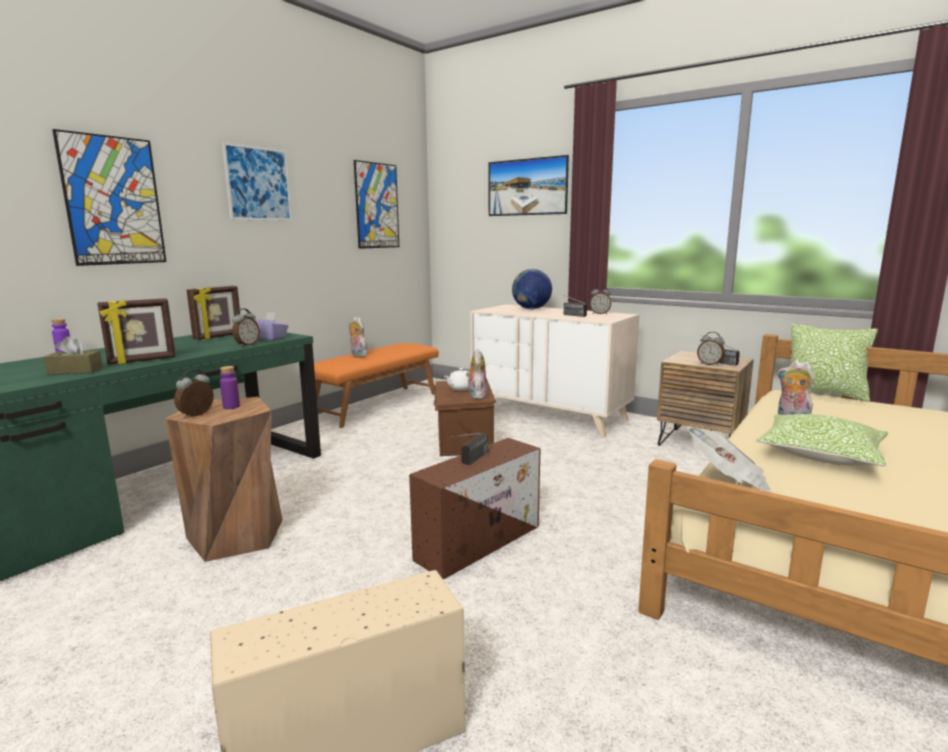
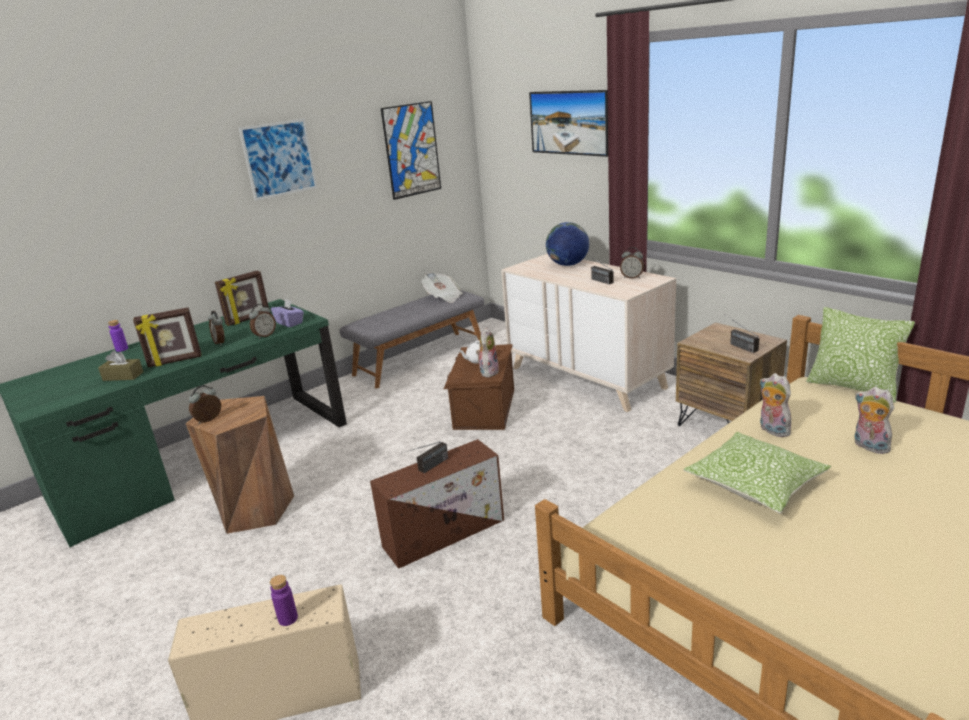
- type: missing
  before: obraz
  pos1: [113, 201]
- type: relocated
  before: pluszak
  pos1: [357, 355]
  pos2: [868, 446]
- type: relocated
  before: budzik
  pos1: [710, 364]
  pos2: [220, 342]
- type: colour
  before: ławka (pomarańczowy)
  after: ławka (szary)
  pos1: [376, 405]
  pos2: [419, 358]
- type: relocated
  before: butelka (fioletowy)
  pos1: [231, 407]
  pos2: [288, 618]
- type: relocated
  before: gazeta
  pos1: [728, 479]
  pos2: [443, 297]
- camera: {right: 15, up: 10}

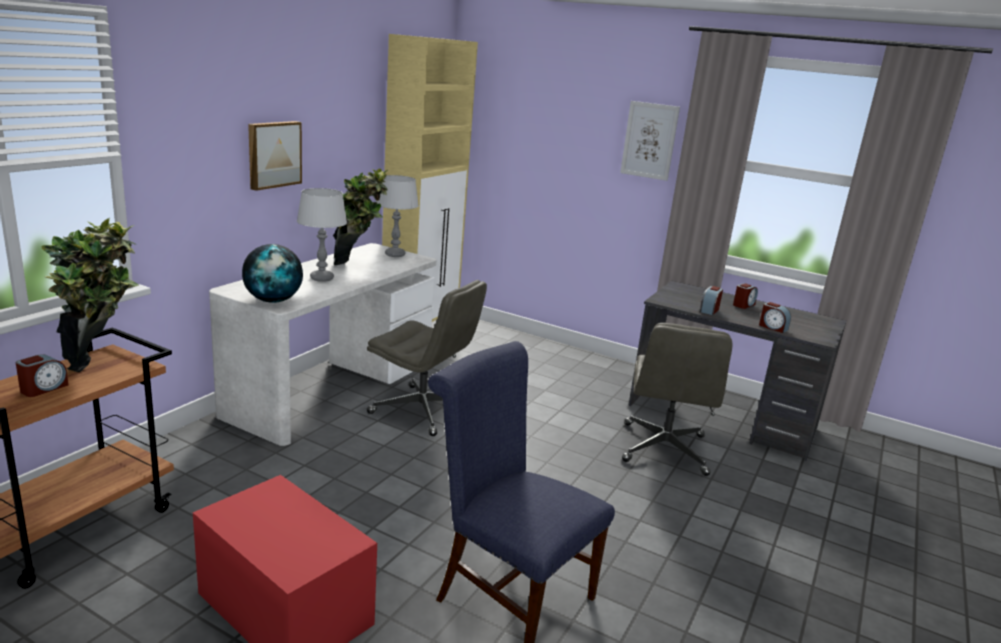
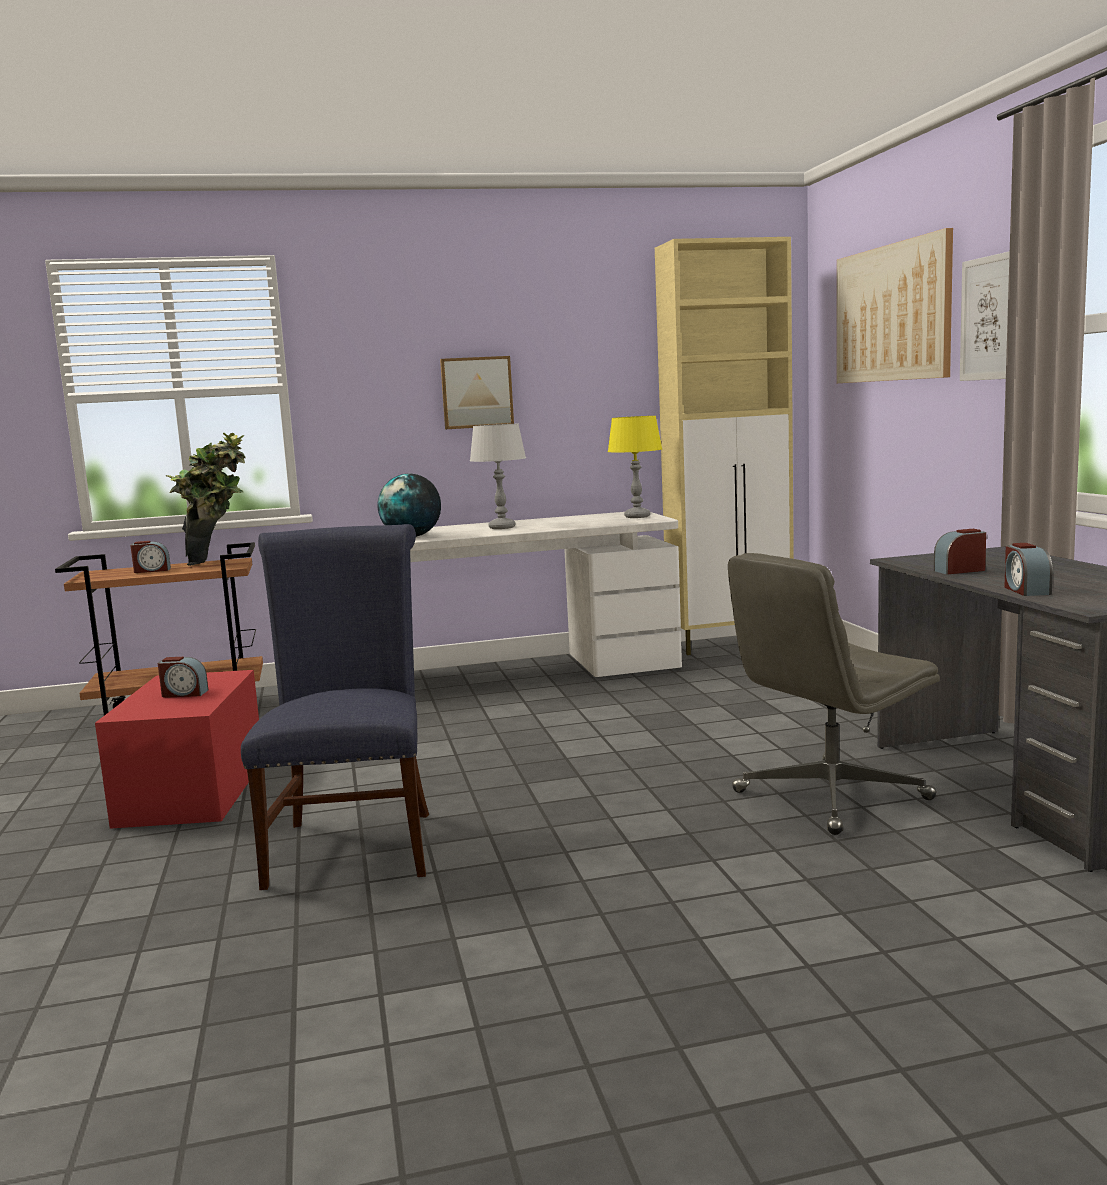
- type: missing
  before: roślina doniczkowa
  pos1: [357, 264]
- type: colour
  before: lampa stołowa (szary)
  after: lampa stołowa (żółty)
  pos1: [394, 254]
  pos2: [637, 516]
- type: missing
  before: krzesło biurowe (szary)
  pos1: [423, 410]
- type: relocated
  before: budzik
  pos1: [743, 305]
  pos2: [184, 694]
- type: appeared
  after: obraz
  pos2: [892, 313]
- camera: {right: 50, up: -10}

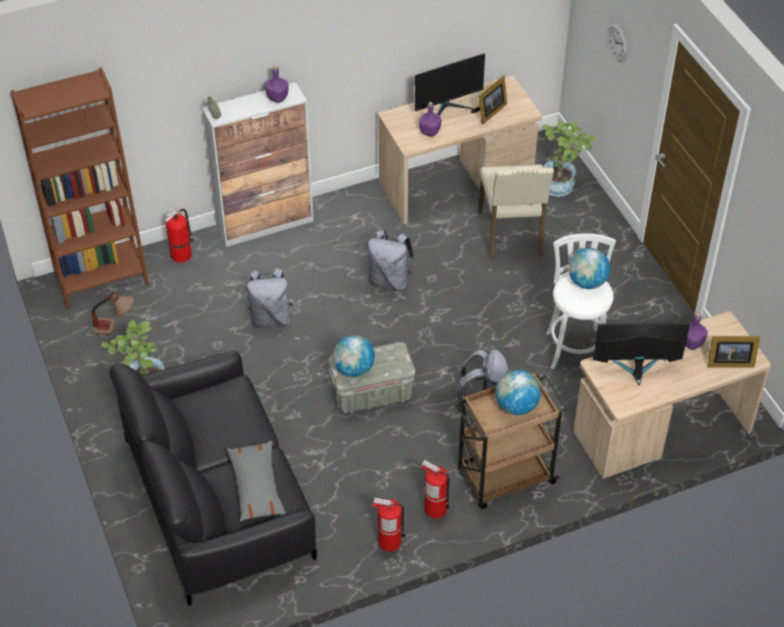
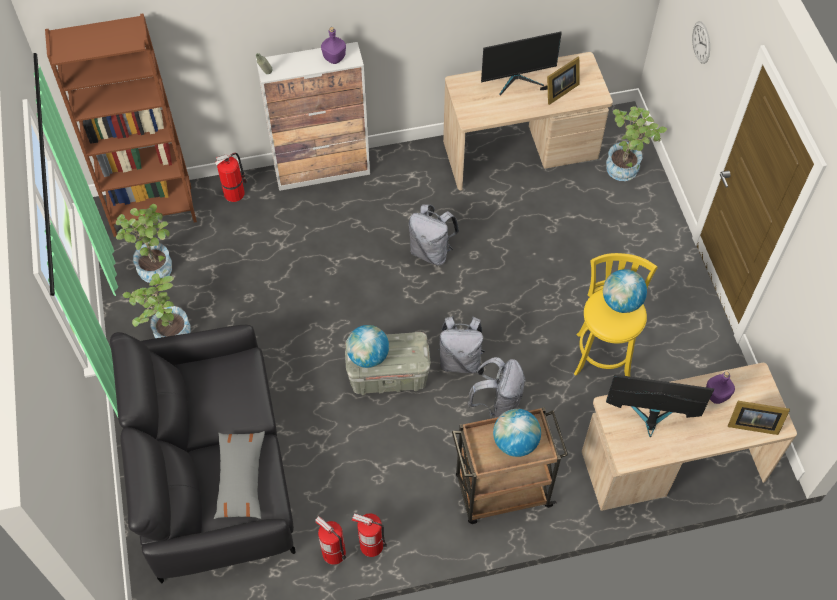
- type: missing
  before: butelka (fioletowy)
  pos1: [429, 132]
- type: missing
  before: krzesło (beżowy)
  pos1: [512, 235]
- type: colour
  before: stołek (biały)
  after: stołek (żółty)
  pos1: [575, 346]
  pos2: [603, 353]
- type: relocated
  before: plecak (szary)
  pos1: [270, 318]
  pos2: [460, 360]
- type: exchanged
  before: lampa stołowa
  after: roślina doniczkowa
  pos1: [116, 328]
  pos2: [155, 264]
- type: relocated
  before: gaśnica
  pos1: [435, 509]
  pos2: [333, 553]
- camera: {right: 10, up: 10}

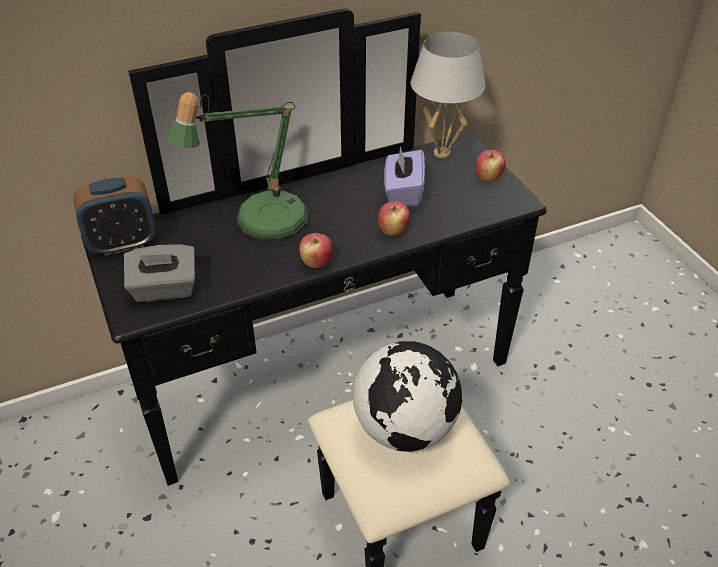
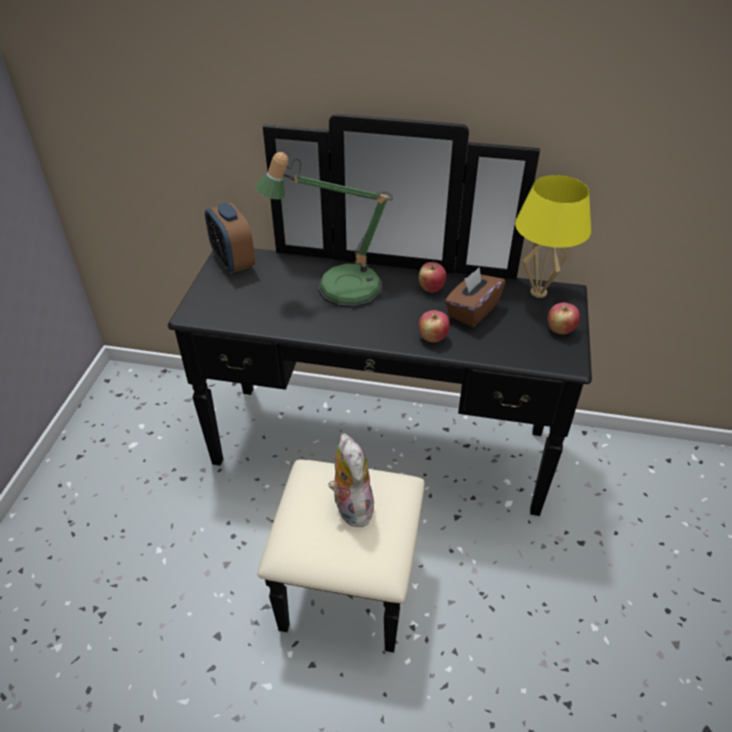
- type: colour
  before: lampa stołowa (biały)
  after: lampa stołowa (żółty)
  pos1: [441, 153]
  pos2: [538, 292]
- type: colour
  before: pudełko chusteczek (fioletowy)
  after: pudełko chusteczek (brązowy)
  pos1: [403, 192]
  pos2: [472, 311]
- type: spun
  before: budzik
  pos1: [122, 243]
  pos2: [233, 262]
  turn: 45
- type: relocated
  before: jabłko
  pos1: [316, 263]
  pos2: [431, 288]
- type: missing
  before: pudełko chusteczek (szary)
  pos1: [164, 289]
- type: exchanged
  before: globus
  after: pluszak
  pos1: [405, 428]
  pos2: [350, 506]
- camera: {right: 35, up: 0}

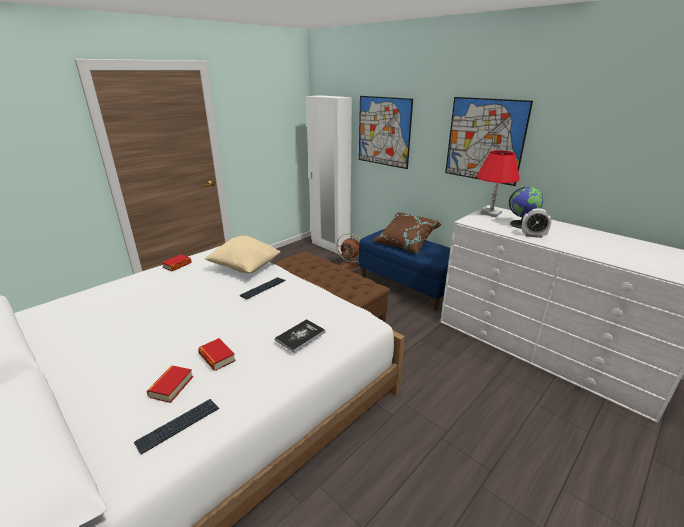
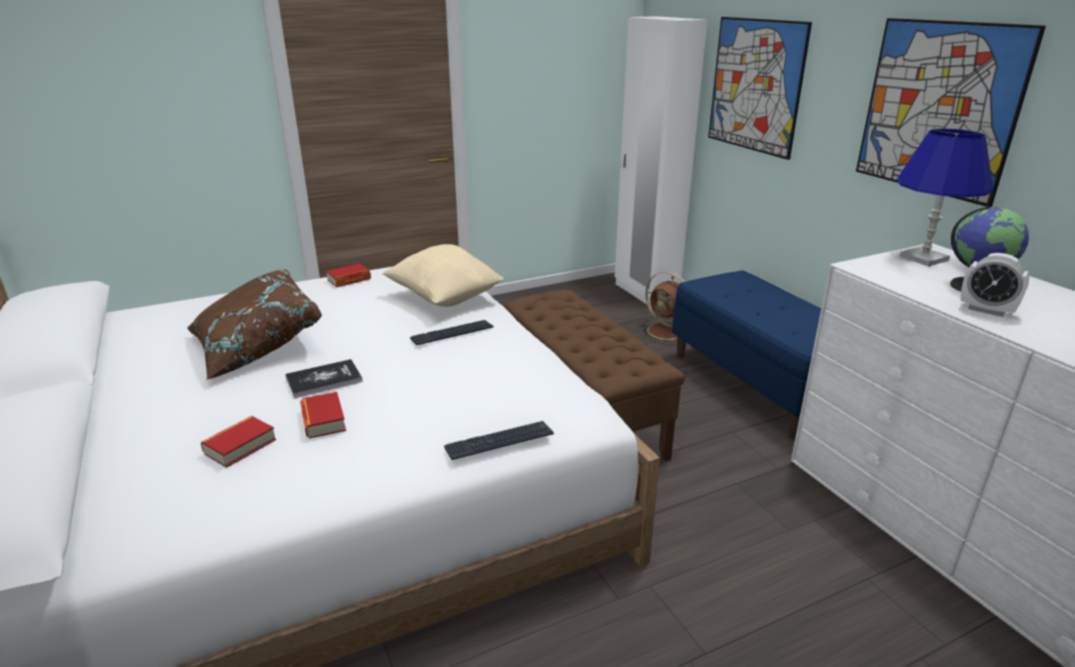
- type: colour
  before: lampa stołowa (czerwony)
  after: lampa stołowa (niebieski)
  pos1: [491, 213]
  pos2: [923, 258]
- type: relocated
  before: poduszka (brązowy)
  pos1: [405, 243]
  pos2: [256, 347]
- type: relocated
  before: książka
  pos1: [300, 336]
  pos2: [324, 380]
- type: relocated
  before: klawiatura
  pos1: [178, 426]
  pos2: [499, 442]
- camera: {right: 20, up: 0}

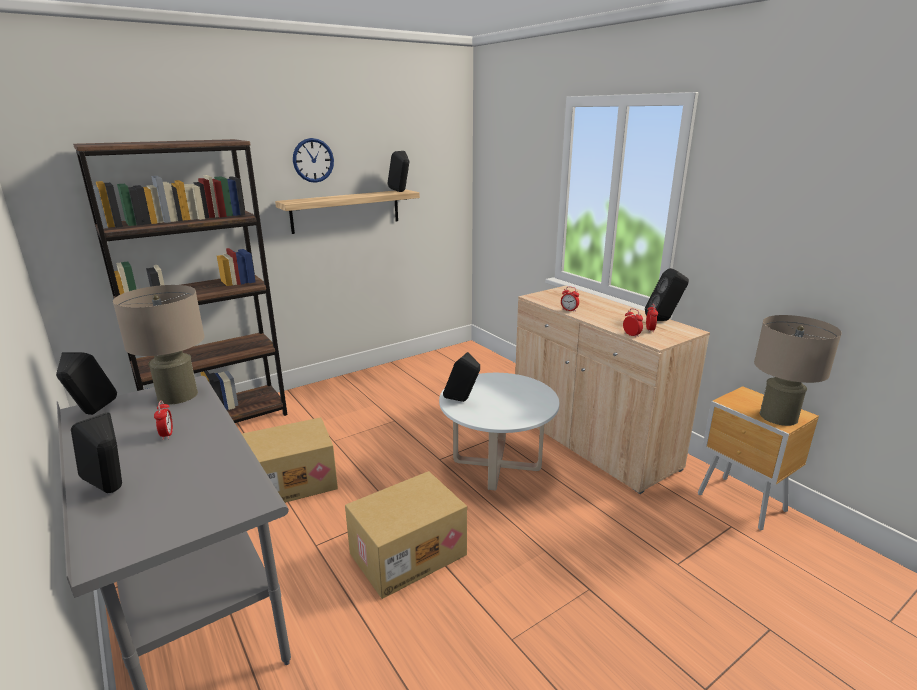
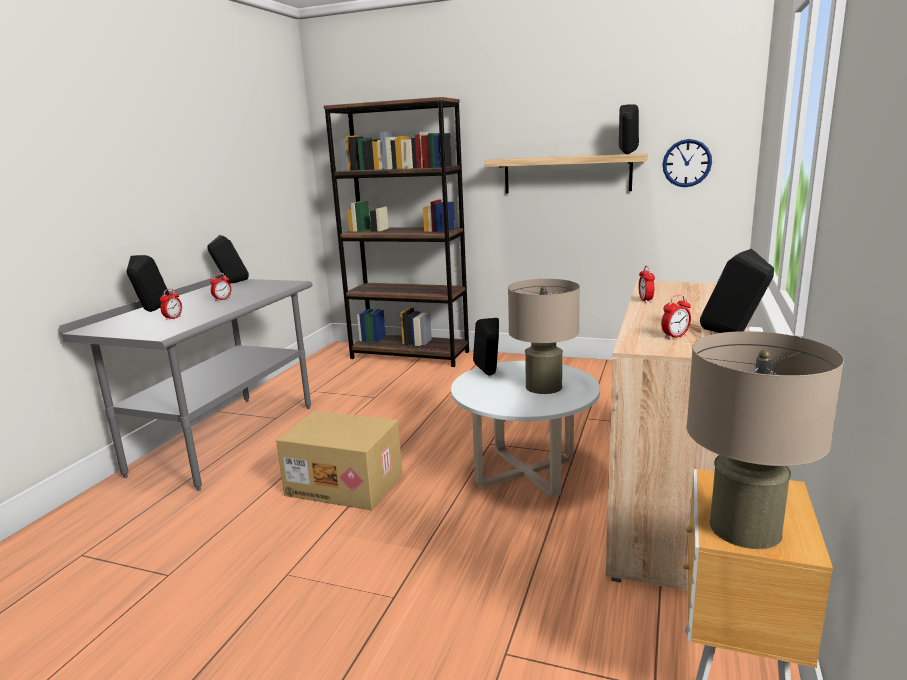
- type: relocated
  before: zegar ścienny
  pos1: [313, 160]
  pos2: [686, 163]
- type: relocated
  before: lampa stołowa (beżowy)
  pos1: [177, 395]
  pos2: [543, 387]
- type: relocated
  before: budzik
  pos1: [631, 335]
  pos2: [173, 318]
- type: missing
  before: karton
  pos1: [292, 482]
- camera: {right: 55, up: -5}

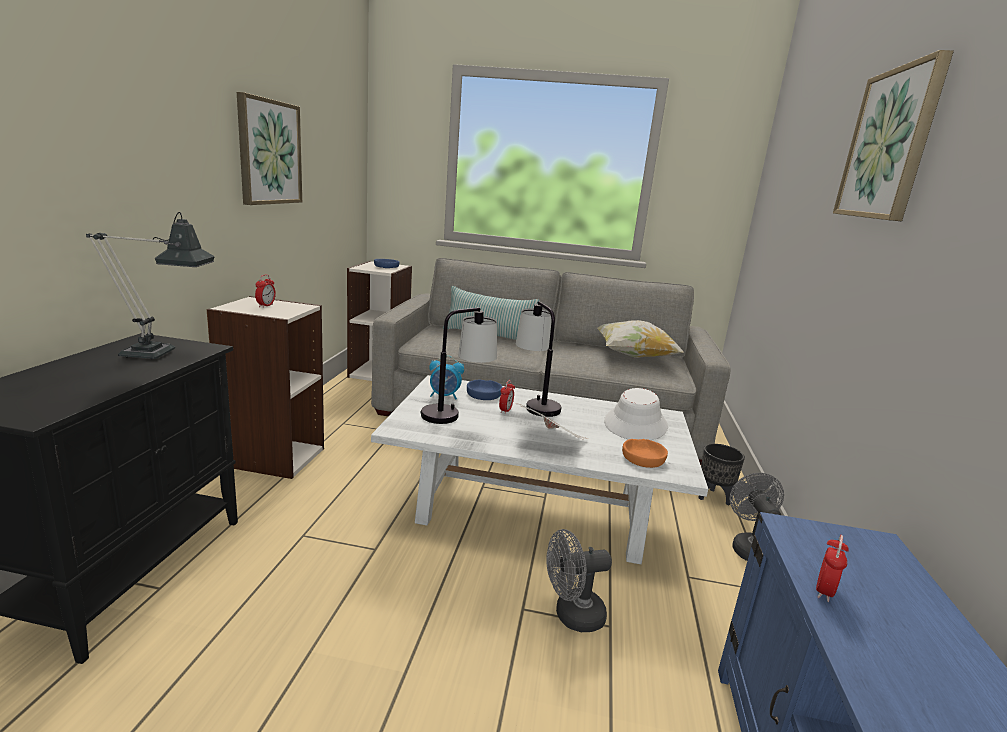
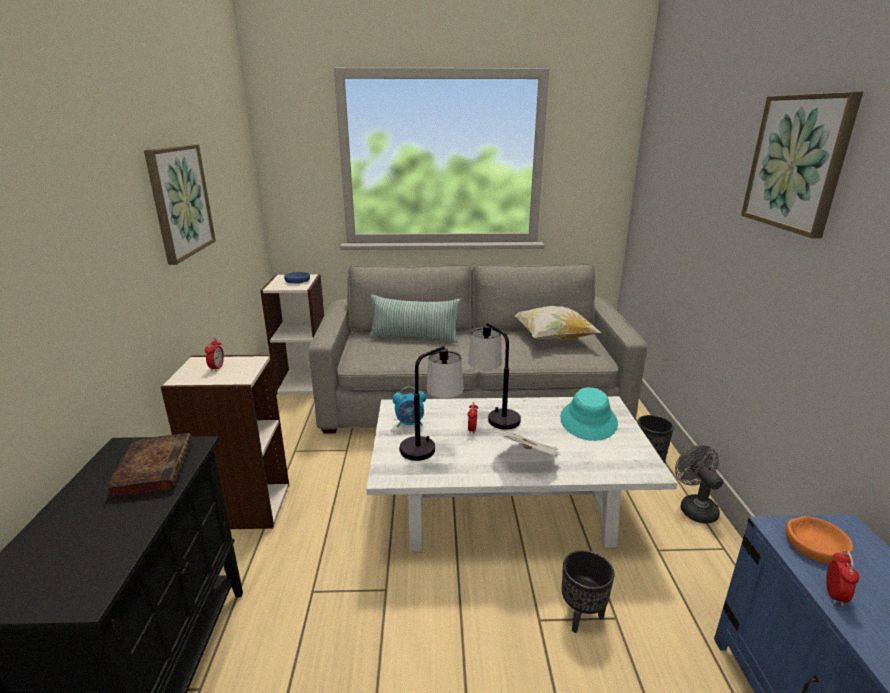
- type: exchanged
  before: lampa stołowa
  after: książka
  pos1: [159, 355]
  pos2: [153, 468]
- type: missing
  before: miska (niebieski)
  pos1: [484, 394]
- type: colour
  before: kapelusz (biały)
  after: kapelusz (turkusowy)
  pos1: [636, 424]
  pos2: [588, 421]
- type: relocated
  before: miska (pomarańczowy)
  pos1: [643, 458]
  pos2: [815, 546]
- type: exchanged
  before: wentylator (szary)
  after: donica (czarny)
  pos1: [572, 616]
  pos2: [582, 616]
- camera: {right: -10, up: 5}

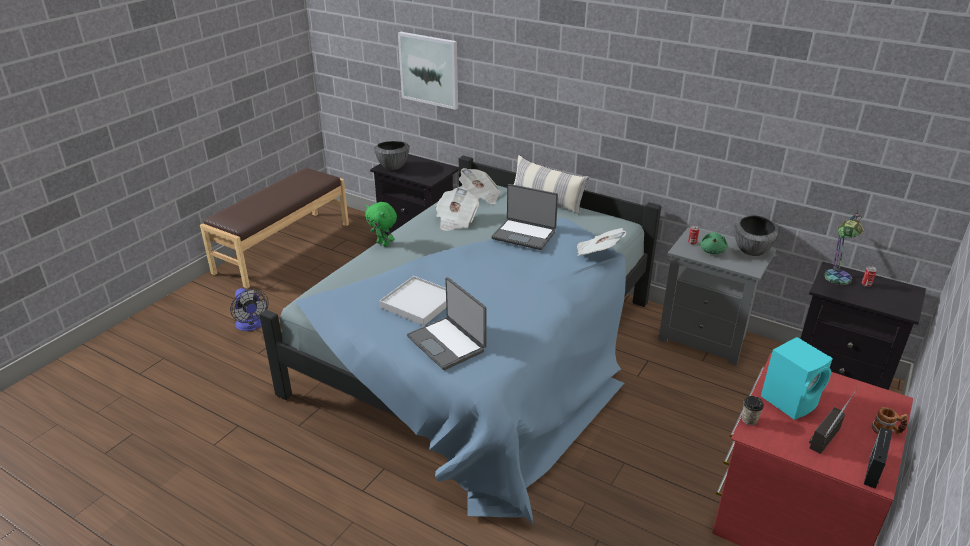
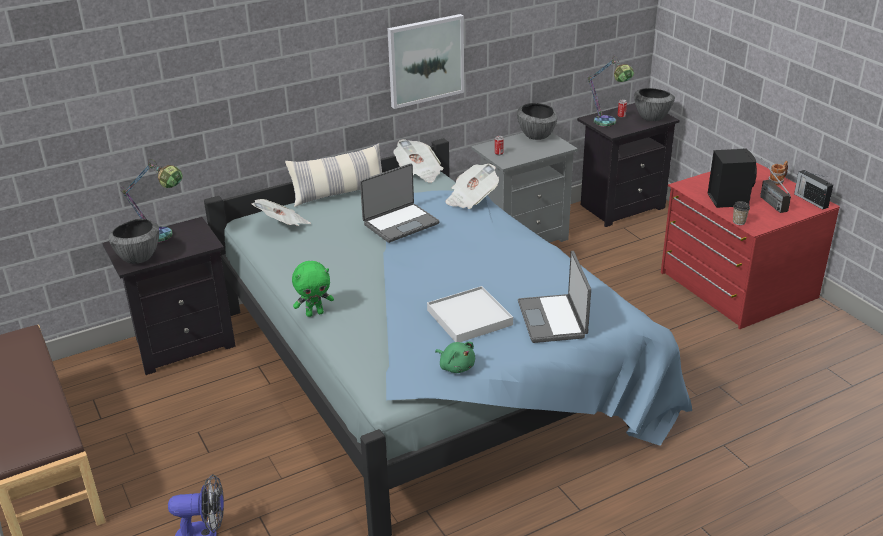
- type: relocated
  before: obraz
  pos1: [429, 70]
  pos2: [425, 60]
- type: relocated
  before: gazeta
  pos1: [455, 220]
  pos2: [419, 172]
- type: relocated
  before: pluszak (zielony)
  pos1: [712, 251]
  pos2: [456, 366]
- type: spun
  before: laptop
  pos1: [447, 343]
  pos2: [553, 319]
  turn: 90
- type: colour
  before: głośnik (turkusowy)
  after: głośnik (czarny)
  pos1: [790, 401]
  pos2: [728, 199]
- type: appeared
  after: miska
  pos2: [652, 118]
- type: appeared
  after: lampa stołowa
  pos2: [165, 238]
- camera: {right: -60, up: 0}

